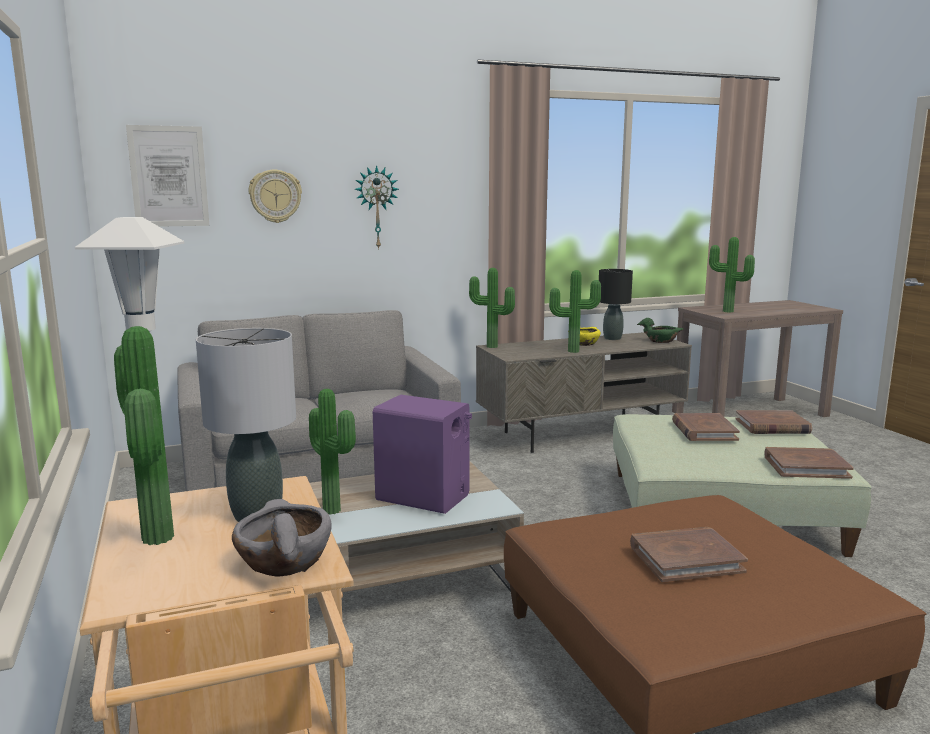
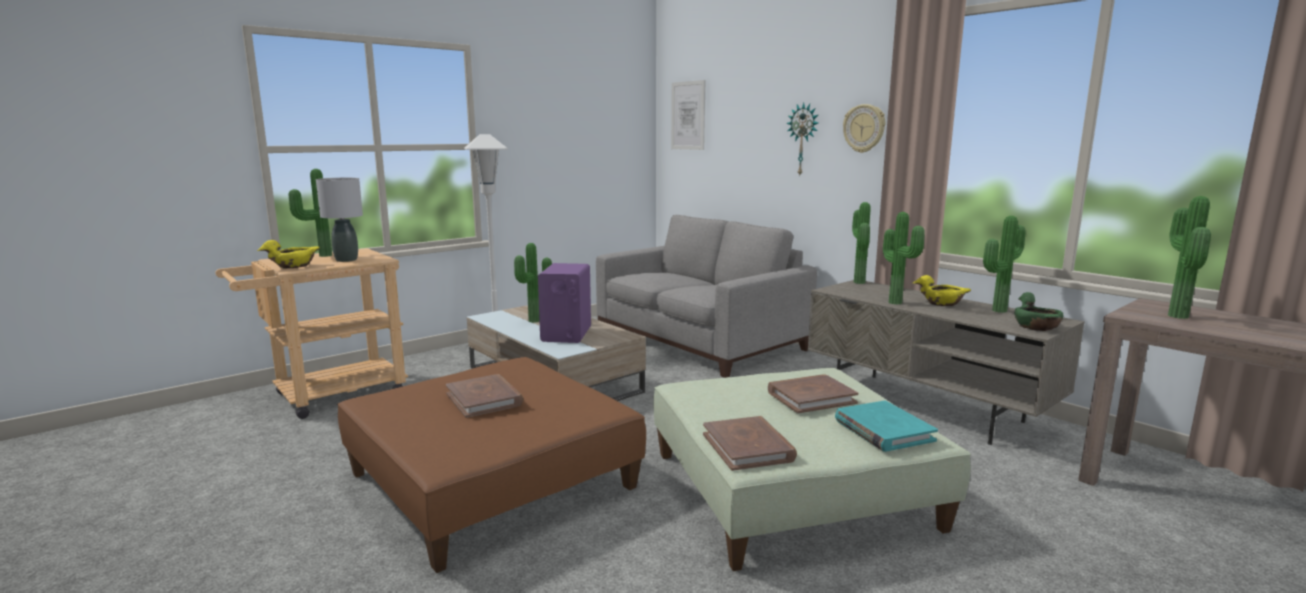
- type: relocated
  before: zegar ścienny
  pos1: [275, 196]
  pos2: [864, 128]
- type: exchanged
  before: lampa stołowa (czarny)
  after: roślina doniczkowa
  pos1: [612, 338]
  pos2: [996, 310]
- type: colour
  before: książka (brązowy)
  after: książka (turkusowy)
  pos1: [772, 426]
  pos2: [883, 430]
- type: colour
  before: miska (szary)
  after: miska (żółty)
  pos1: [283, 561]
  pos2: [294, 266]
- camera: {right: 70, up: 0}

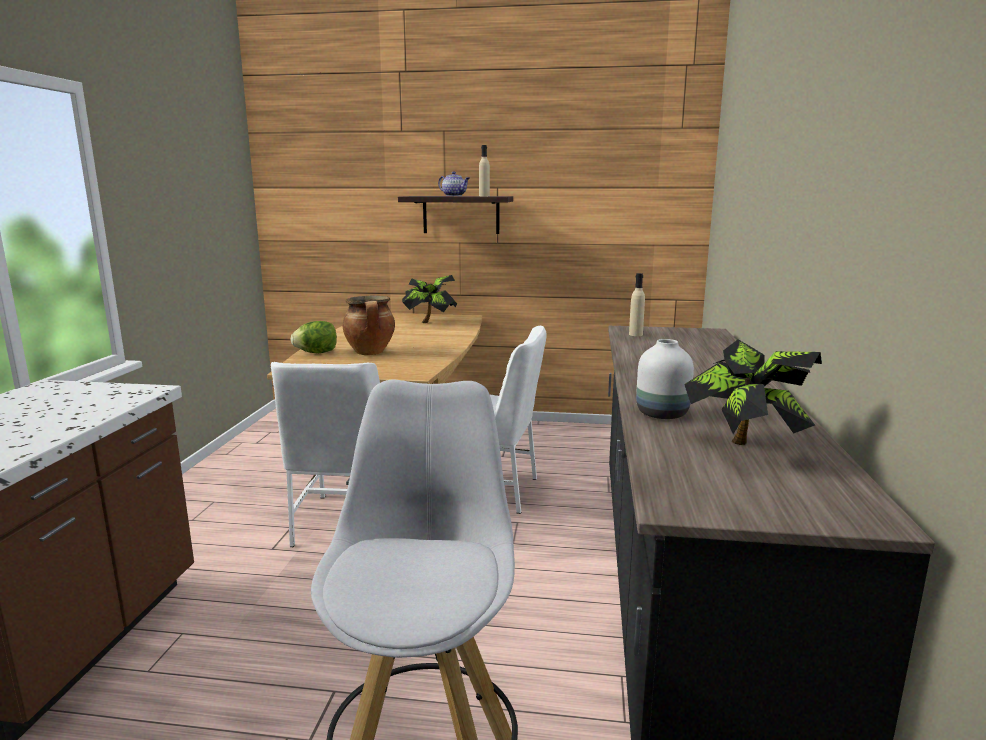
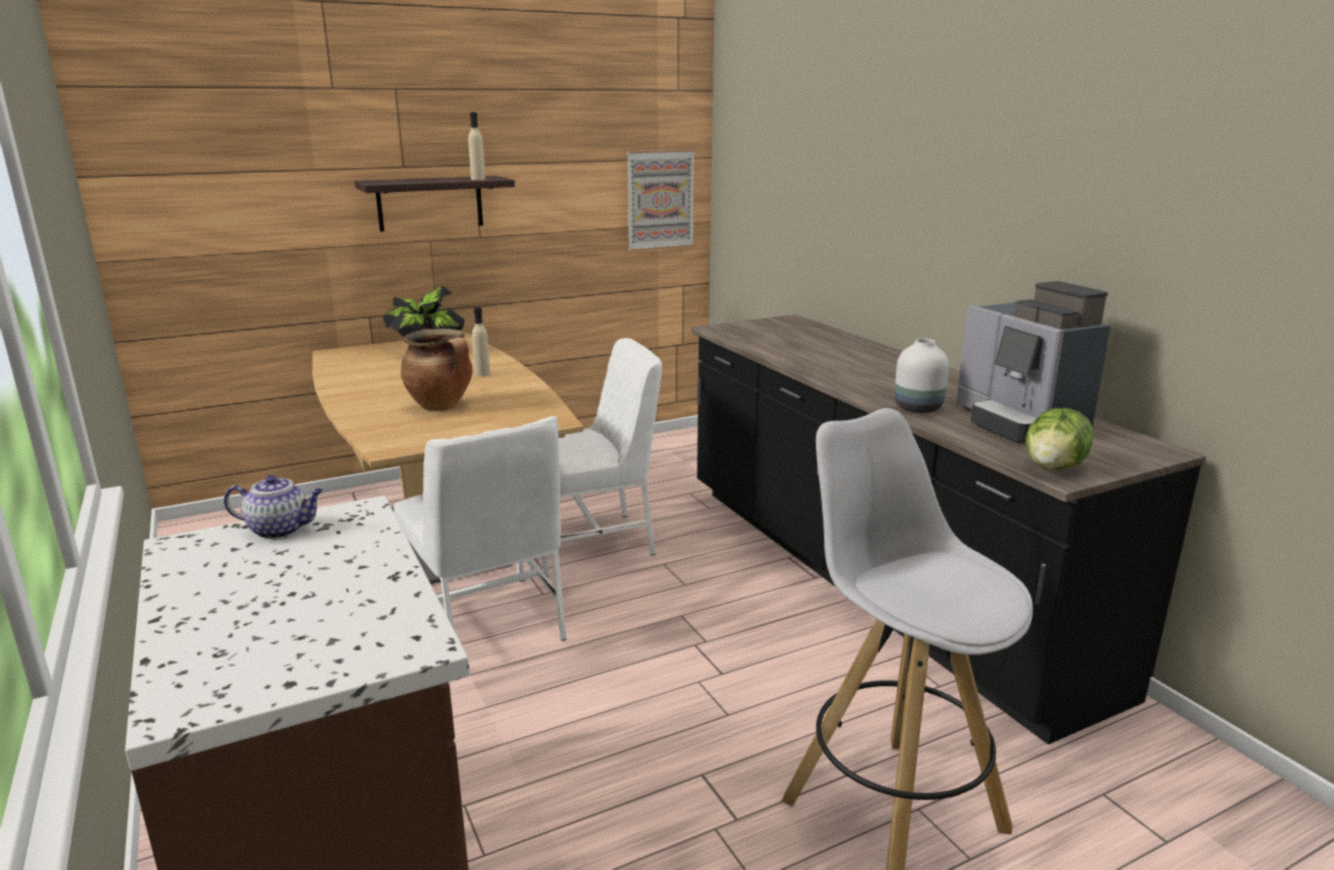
- type: relocated
  before: imbryk
  pos1: [454, 196]
  pos2: [281, 529]
- type: relocated
  before: butelka (beżowy)
  pos1: [635, 334]
  pos2: [482, 374]
- type: relocated
  before: sałata
  pos1: [317, 353]
  pos2: [1053, 468]
- type: exchanged
  before: roślina doniczkowa
  after: ekspres do kawy
  pos1: [744, 448]
  pos2: [1018, 422]
- type: appeared
  after: obraz
  pos2: [660, 200]
- camera: {right: -35, up: 5}

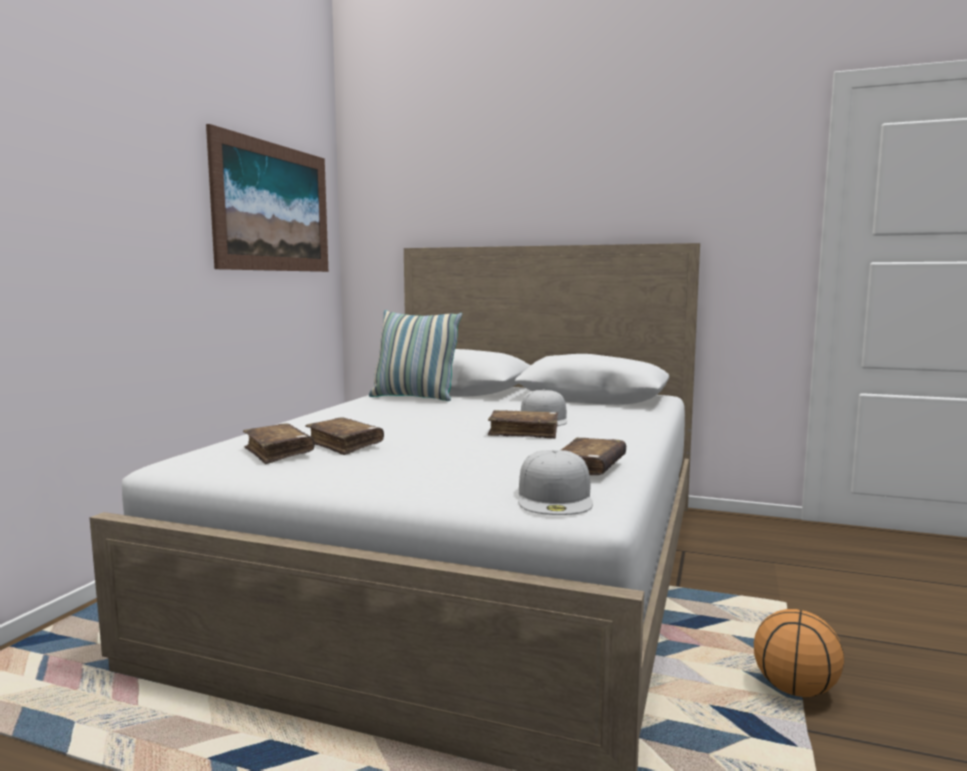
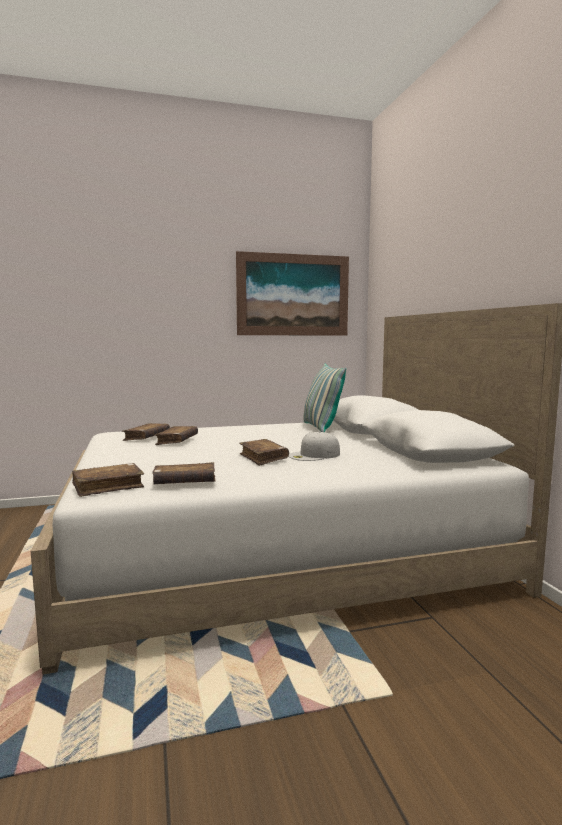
- type: exchanged
  before: czapka z daszkiem (biały)
  after: książka (brązowy)
  pos1: [555, 497]
  pos2: [108, 487]
- type: missing
  before: piłka do koszykówki
  pos1: [793, 690]
- camera: {right: 55, up: 0}

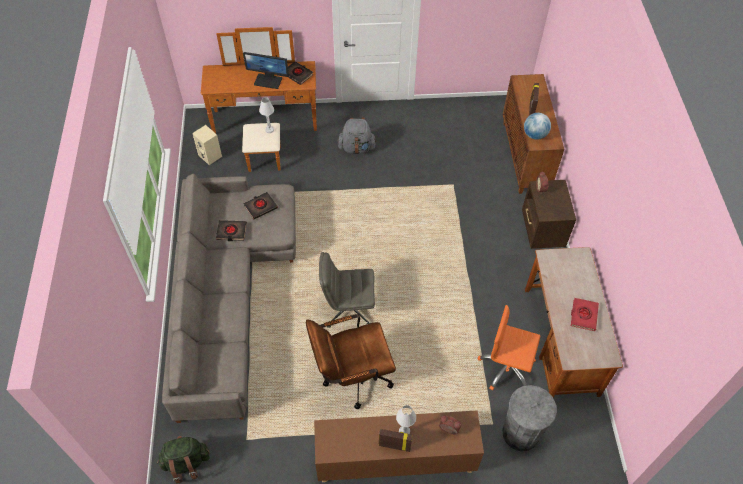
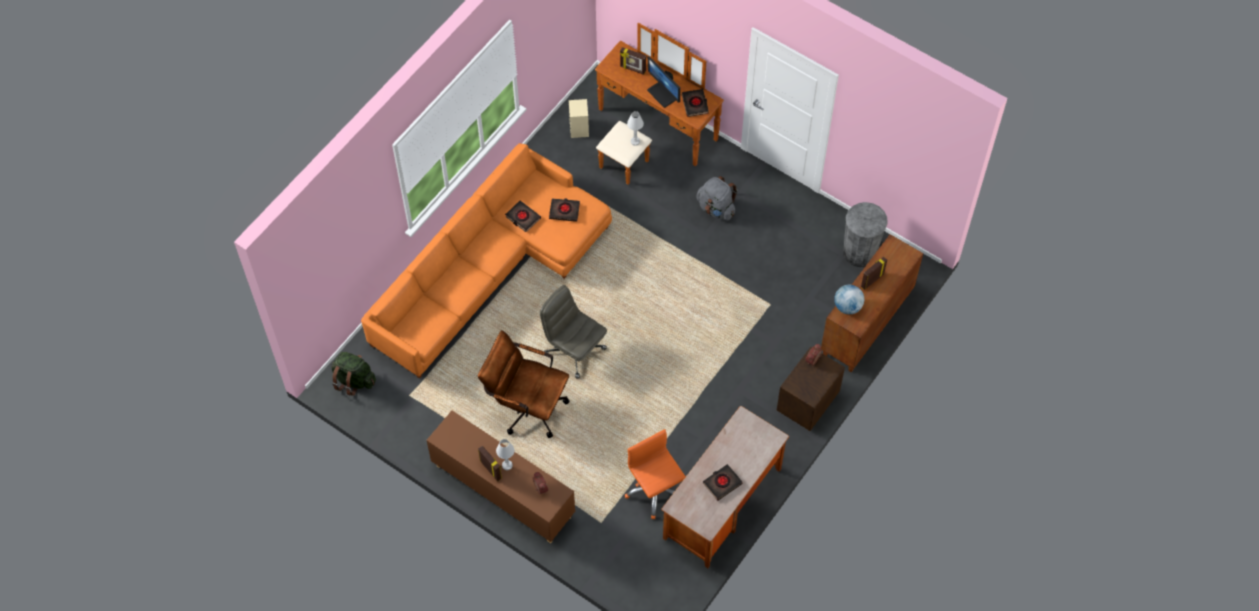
- type: colour
  before: kanapa (szary)
  after: kanapa (pomarańczowy)
  pos1: [228, 293]
  pos2: [490, 268]
- type: colour
  before: książka (czerwony)
  after: książka (czarny)
  pos1: [583, 315]
  pos2: [722, 483]
- type: relocated
  before: kosz na śmieci (szary)
  pos1: [520, 433]
  pos2: [859, 252]
- type: appeared
  after: ramka na zdjęcie
  pos2: [632, 69]
- camera: {right: 40, up: 5}

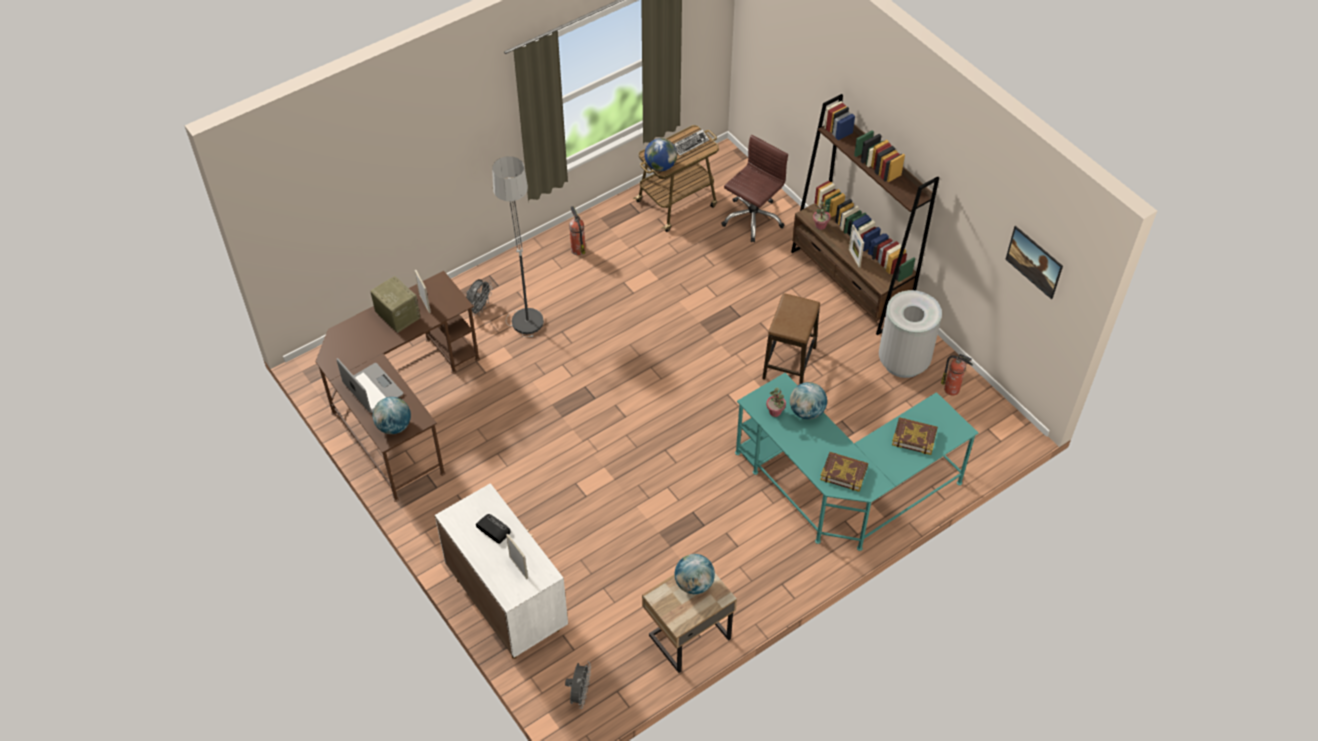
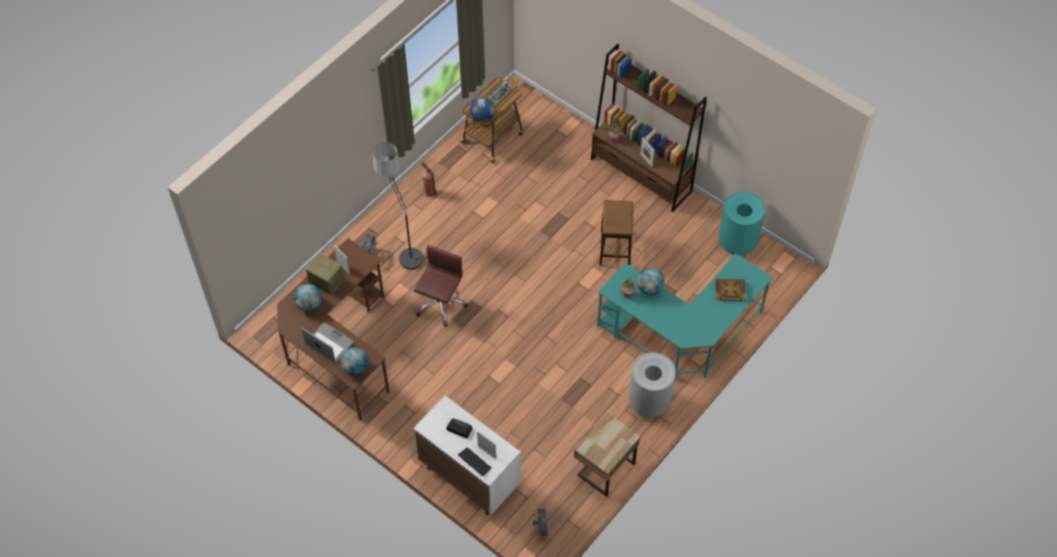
- type: relocated
  before: krzesło biurowe (brązowy)
  pos1: [752, 218]
  pos2: [440, 304]
- type: missing
  before: obraz
  pos1: [1031, 270]
- type: relocated
  before: kosz na śmieci (szary)
  pos1: [903, 361]
  pos2: [649, 402]
- type: exchanged
  before: gaśnica
  after: kosz na śmieci (turkusowy)
  pos1: [952, 389]
  pos2: [737, 242]
- type: missing
  before: książka
  pos1: [844, 473]
- type: relocated
  before: globus
  pos1: [694, 584]
  pos2: [309, 305]
- type: appeared
  after: klawiatura
  pos2: [474, 462]
- camera: {right: -15, up: 5}

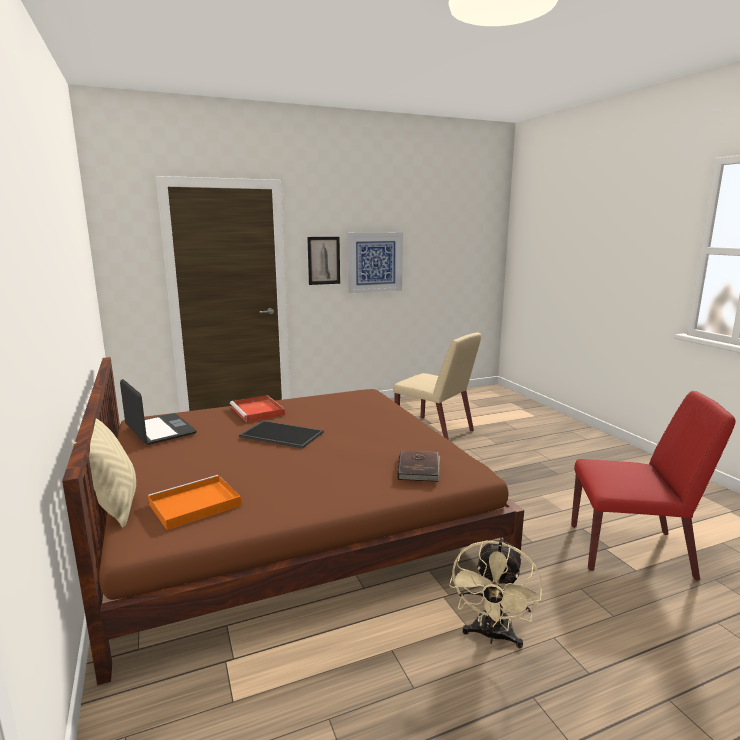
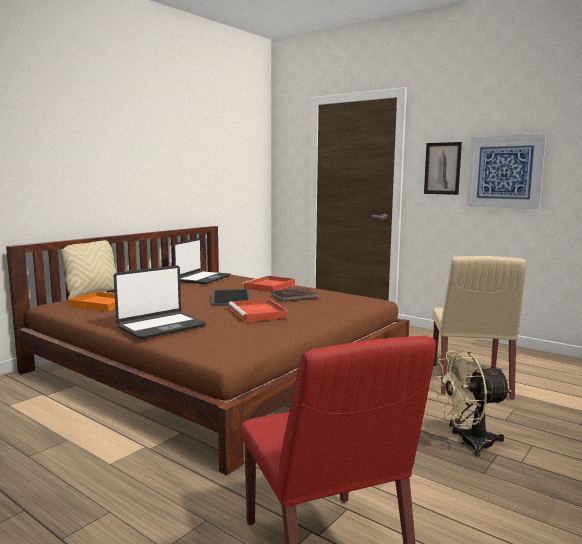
- type: relocated
  before: książka (brązowy)
  pos1: [419, 468]
  pos2: [295, 297]
- type: relocated
  before: wentylator (beżowy)
  pos1: [492, 636]
  pos2: [468, 443]
- type: appeared
  after: laptop
  pos2: [161, 326]
- type: appeared
  after: taca (czerwony)
  pos2: [258, 313]
- camera: {right: 60, up: -5}

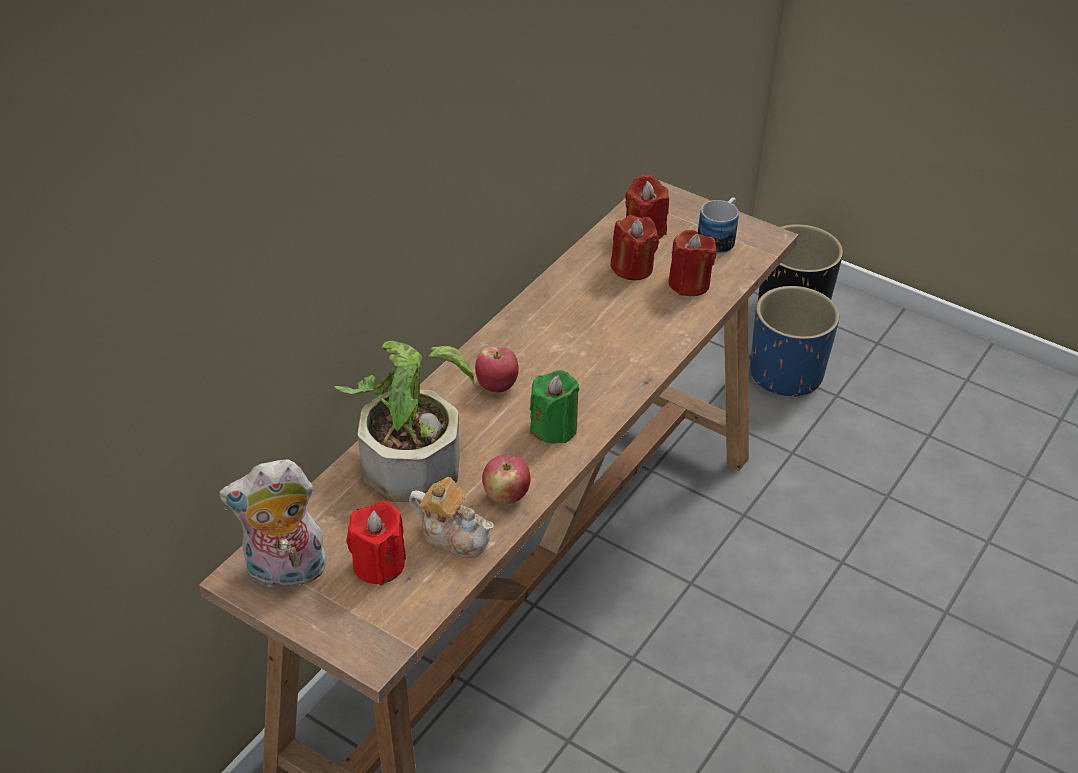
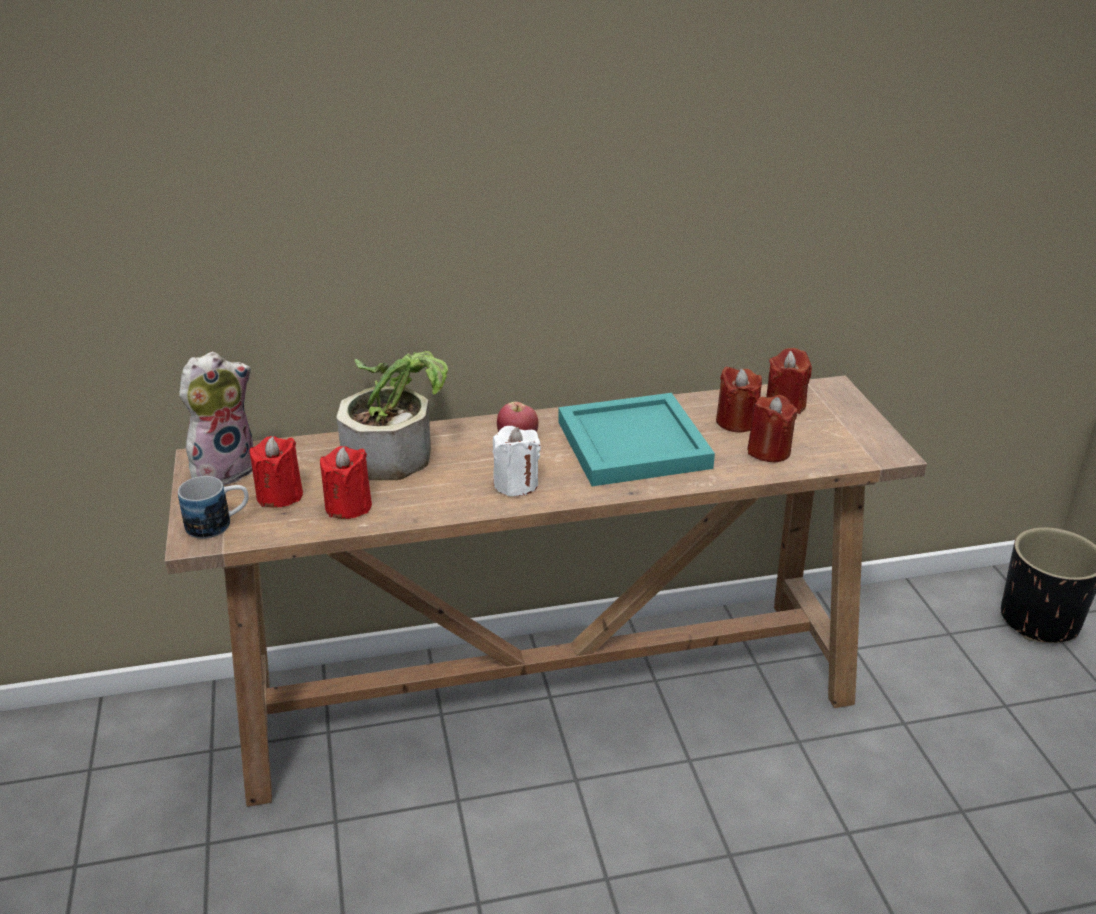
- type: relocated
  before: kubek
  pos1: [719, 238]
  pos2: [219, 524]
- type: missing
  before: donica (niebieski)
  pos1: [786, 374]
- type: colour
  before: świeca (zielony)
  after: świeca (biały)
  pos1: [553, 428]
  pos2: [516, 484]
- type: missing
  before: jabłko
  pos1: [506, 496]
- type: spun
  before: pluszak
  pos1: [284, 573]
  pos2: [224, 469]
  turn: 105
- type: exchanged
  before: imbryk
  after: świeca (czerwony)
  pos1: [453, 535]
  pos2: [348, 506]
- type: appeared
  after: taca (turkusowy)
  pos2: [632, 446]
- camera: {right: 45, up: -10}

